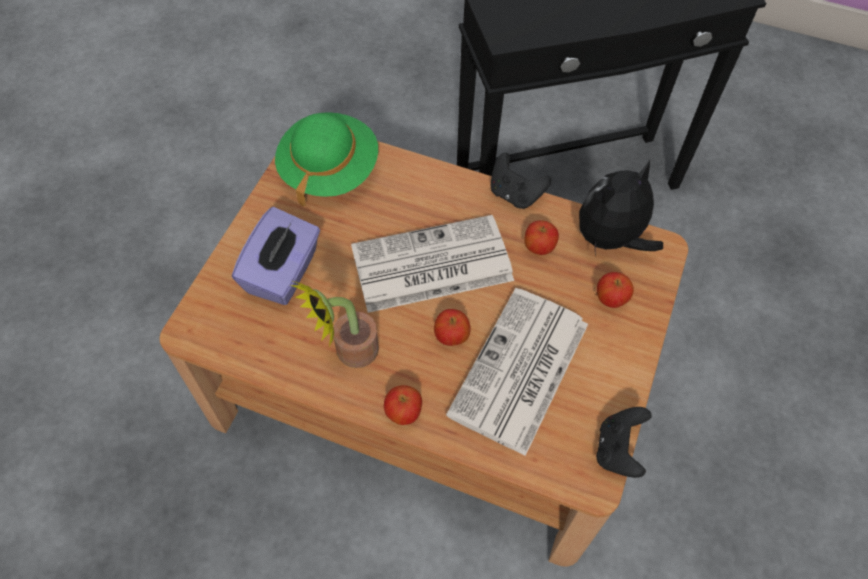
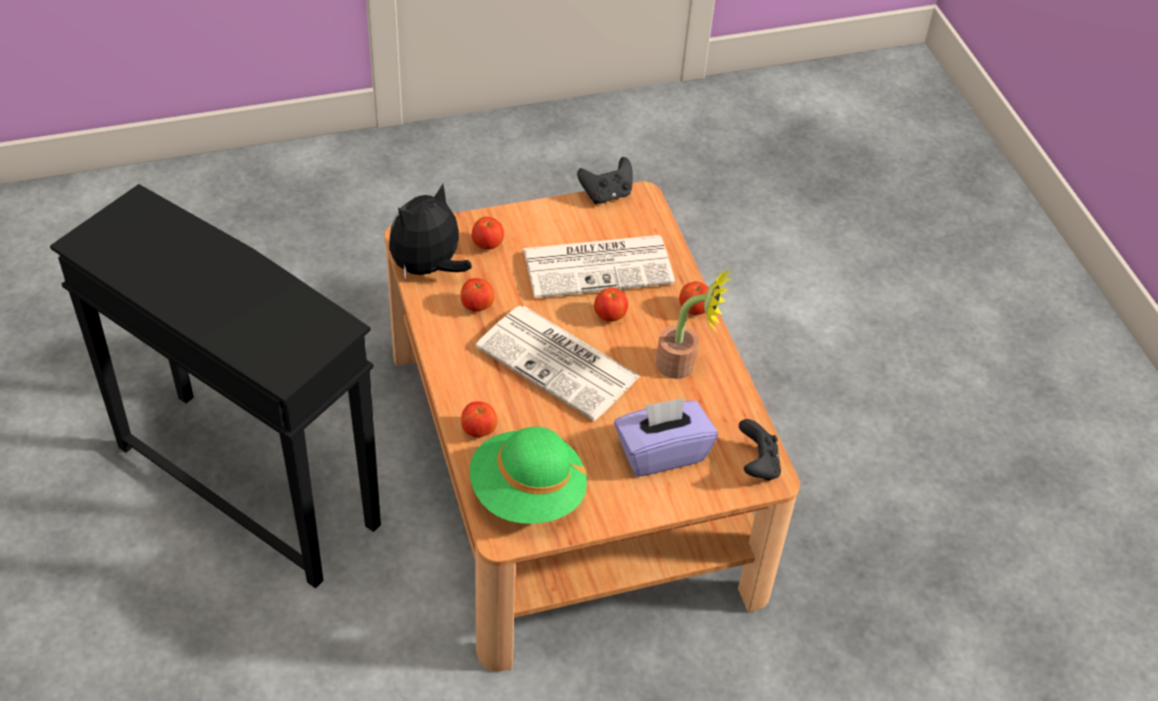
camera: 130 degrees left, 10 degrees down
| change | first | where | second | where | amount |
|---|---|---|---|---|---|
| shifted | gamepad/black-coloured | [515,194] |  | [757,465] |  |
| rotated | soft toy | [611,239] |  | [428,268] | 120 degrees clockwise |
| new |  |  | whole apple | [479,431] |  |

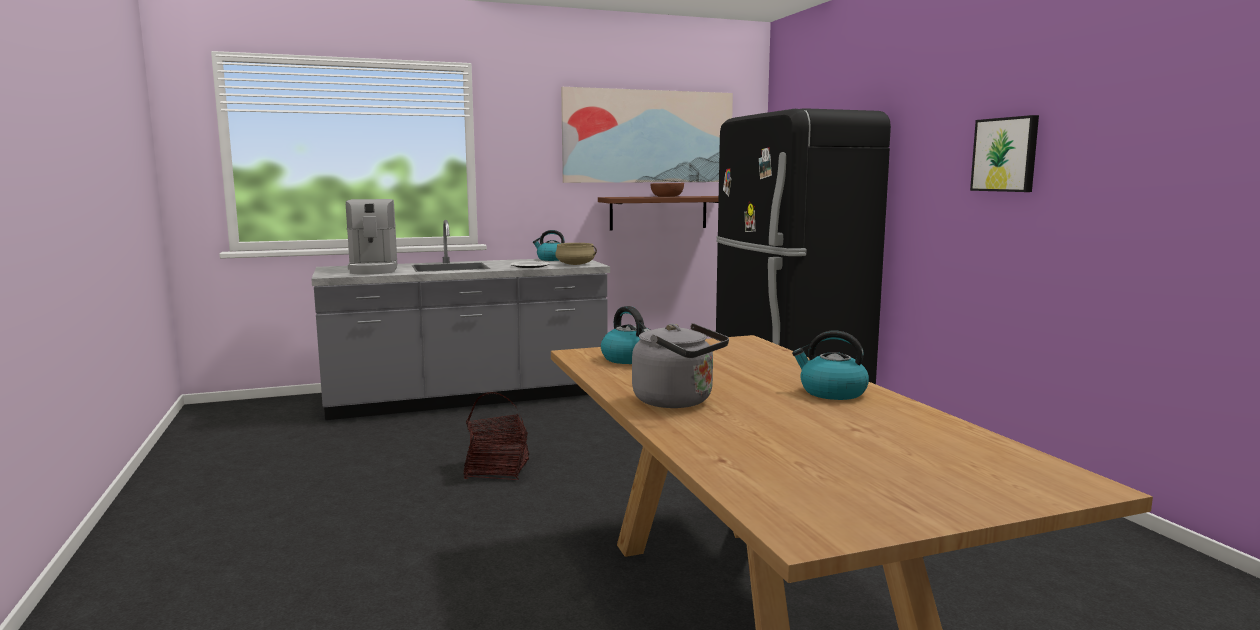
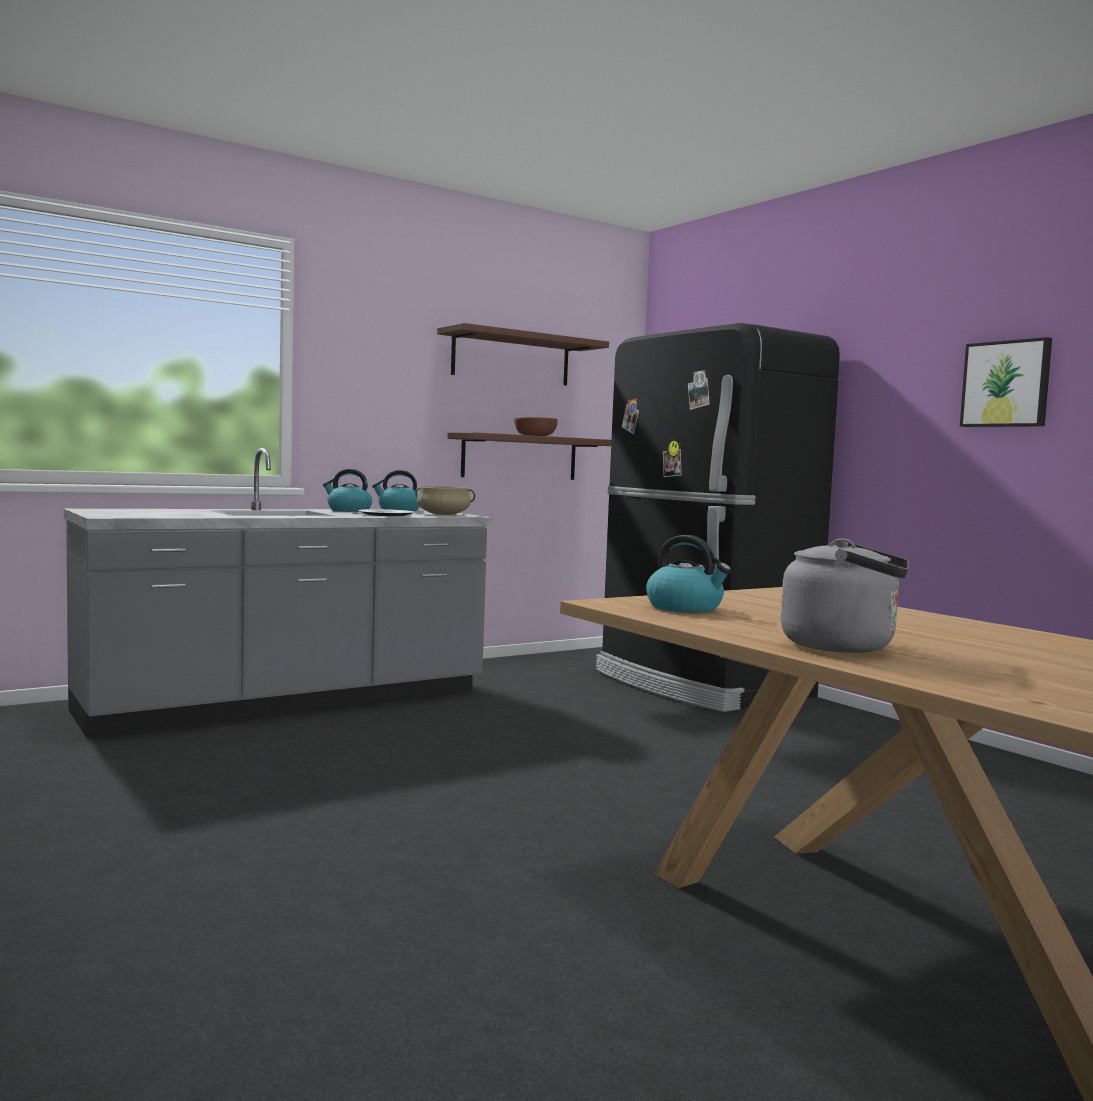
camera: 15 degrees left, 5 degrees down
| change | first | where | second | where | amount |
|---|---|---|---|---|---|
| swapped | wall picture | [649,136] | shelf/brown | [511,358] |  |
| gone | coffee machine | [374,269] |  |  |  |
| shifted | tea kettle | [831,392] |  | [348,510] |  |
| gone | household basket | [497,470] |  |  |  |

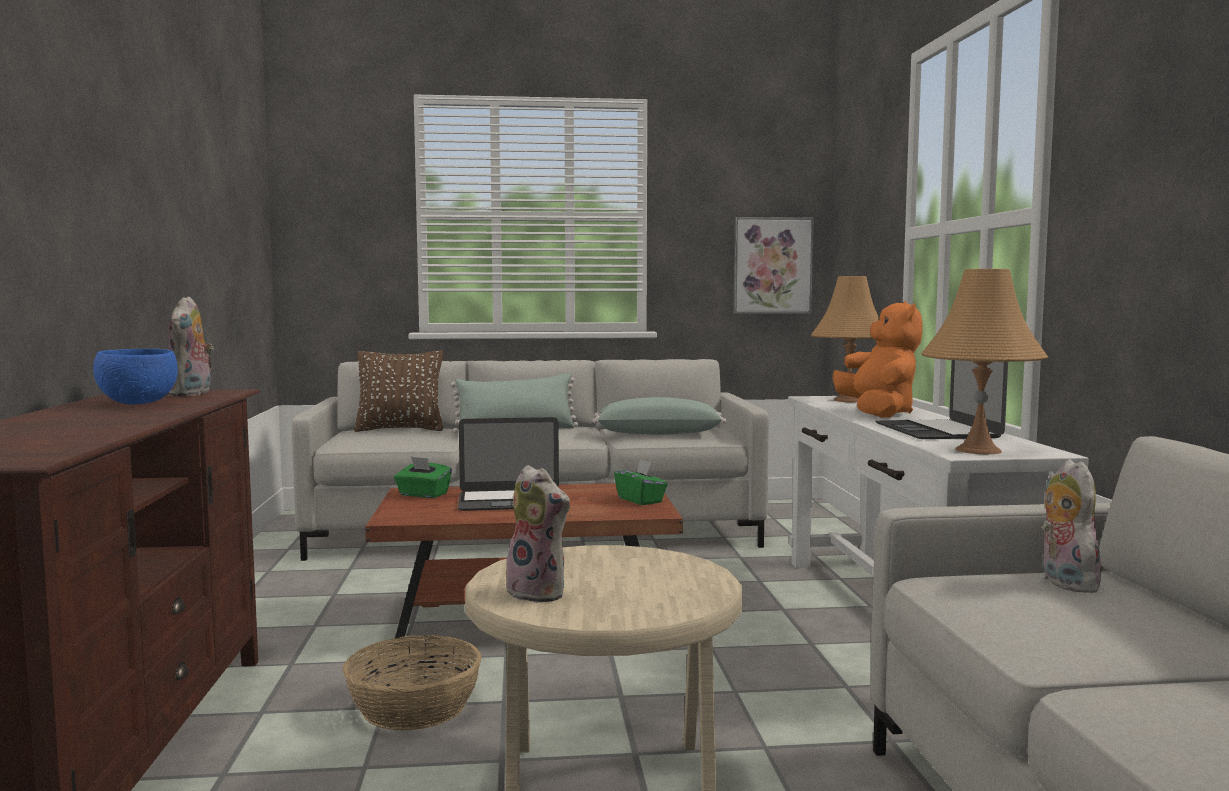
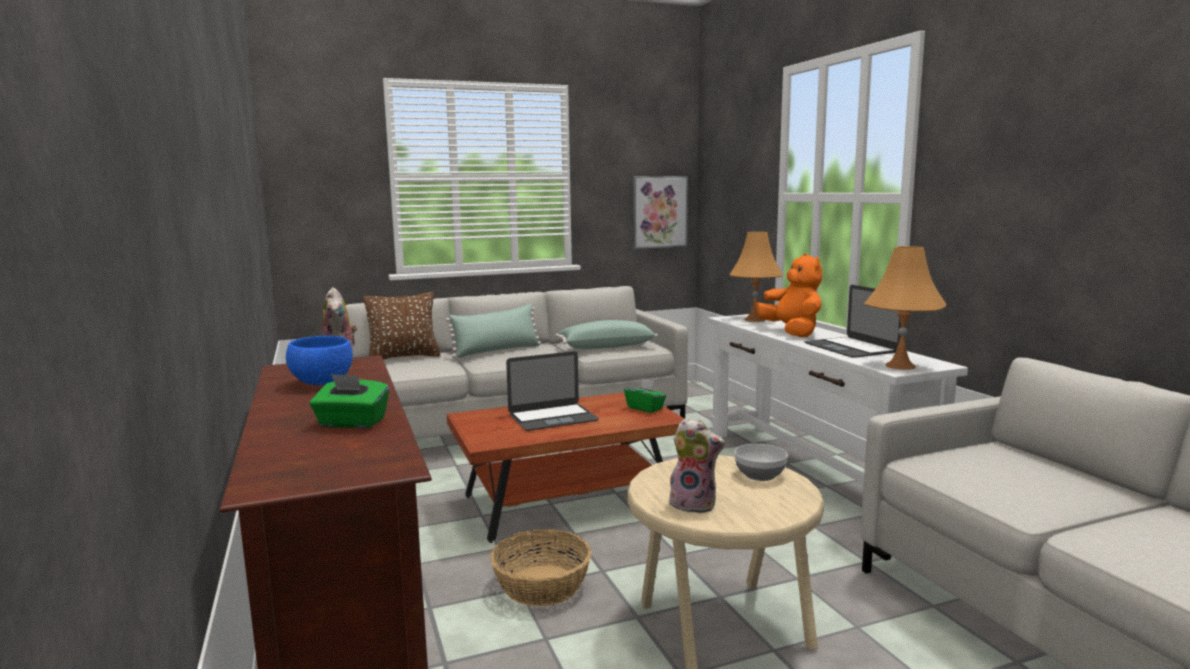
camera: 15 degrees left, 5 degrees up
| change | first | where | second | where | amount |
|---|---|---|---|---|---|
| shifted | tissue holder/greenish | [423,494] |  | [352,423] |  |
| gone | soft toy | [1064,583] |  |  |  |
| new |  |  | deep dish | [759,475] |  |

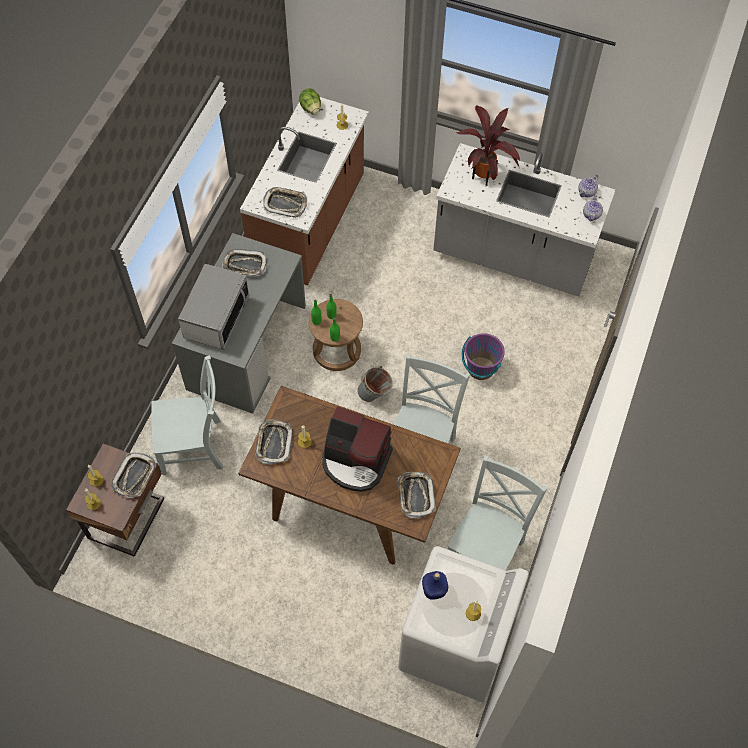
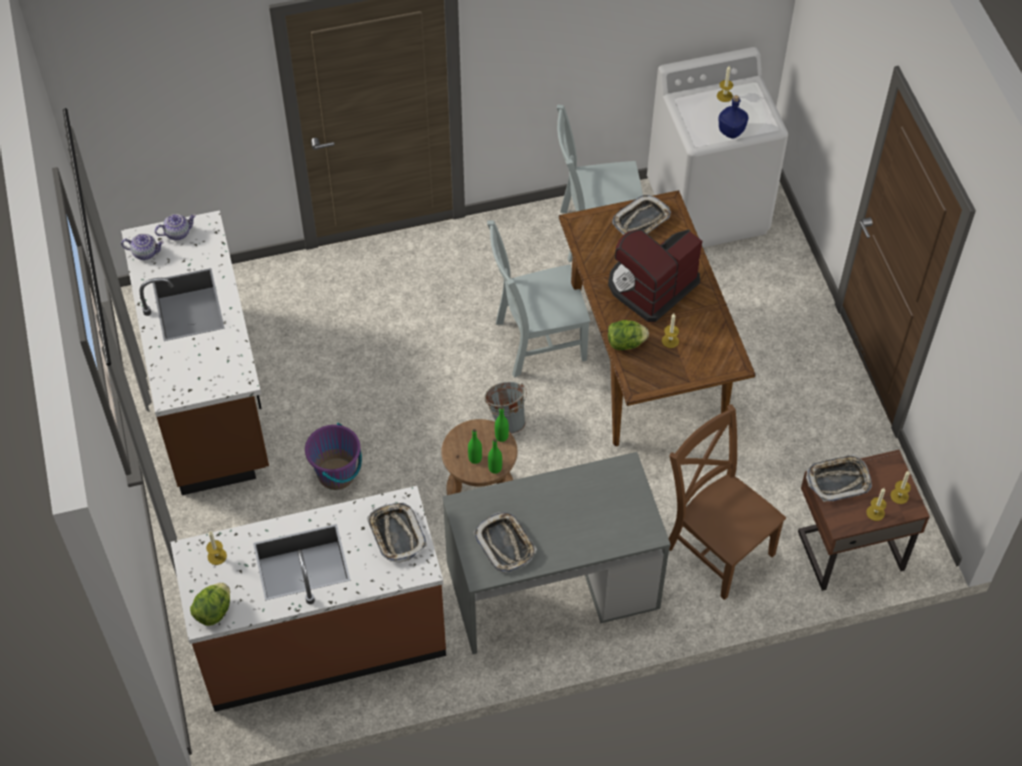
camera: 125 degrees left, 5 degrees down
| change | first | where | second | where | amount |
|---|---|---|---|---|---|
| gone | plant in a pot | [486,176] |  |  |  |
| repainted | kitchen base unit/greyish | [512,258] | kitchen base unit/brown | [210,396] |  |
| gone | microwave oven | [216,317] |  |  |  |
| shifted | bucket/purplish | [480,368] |  | [337,474] |  |
| repainted | upright chair/greyish | [195,447] | upright chair/brown | [717,547] |  |
| rotated | coffee machine | [356,461] |  | [651,286] | 120 degrees counterclockwise |
| gone | carrying tray | [273,443] |  |  |  |
| new |  |  | lettuce | [625,343] |  |

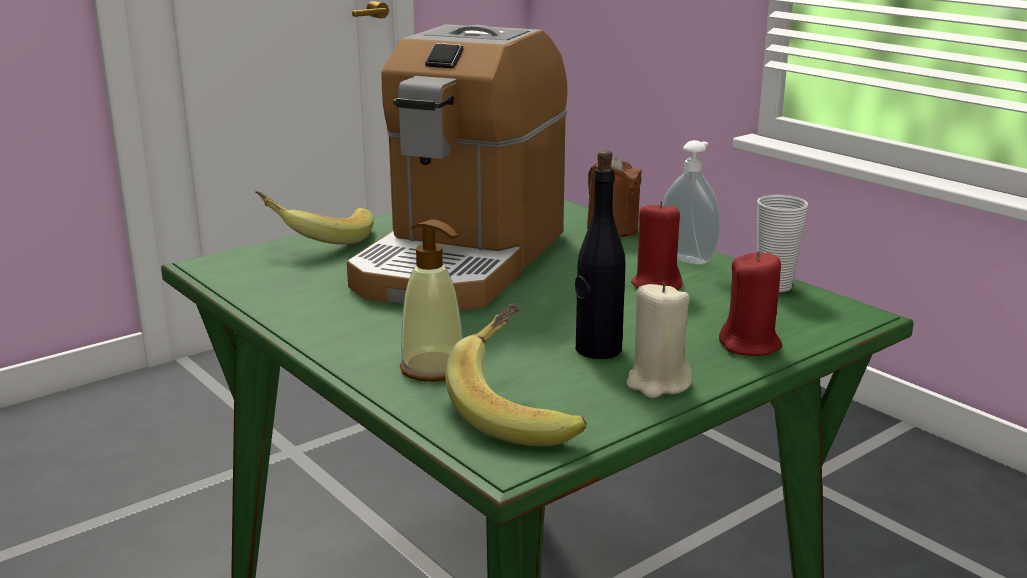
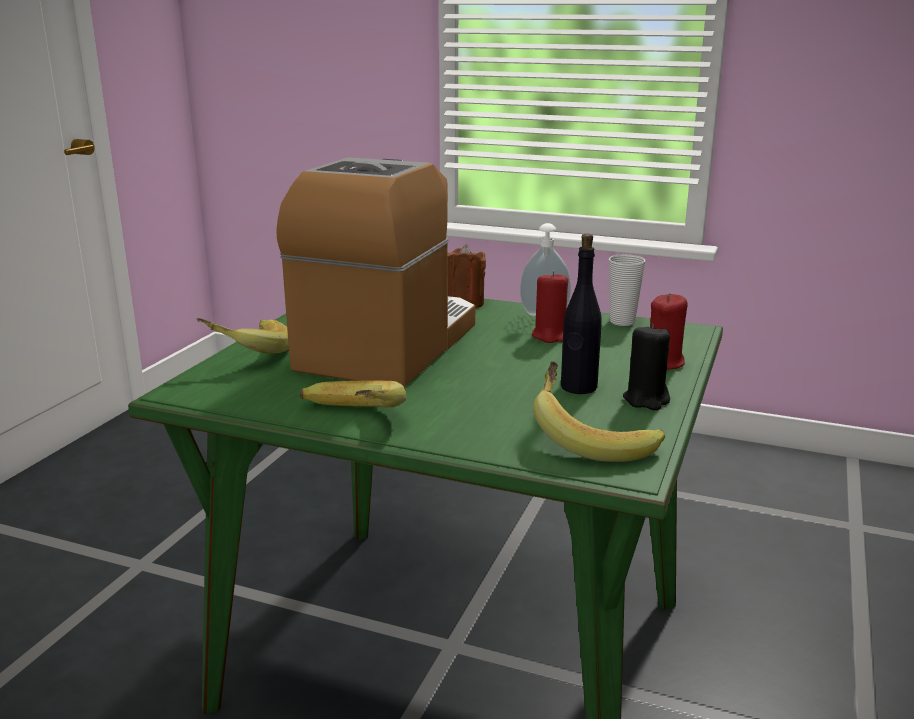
camera: 30 degrees left, 0 degrees up
| change | first | where | second | where | amount |
|---|---|---|---|---|---|
| rotated | coffee machine | [462,260] |  | [389,346] | 150 degrees counterclockwise |
| gone | soap bottle | [433,369] |  |  |  |
| repainted | candle/beige-coloured | [657,383] | candle/black-coloured | [646,400] |  |
| new |  |  | whole banana | [348,423] |  |

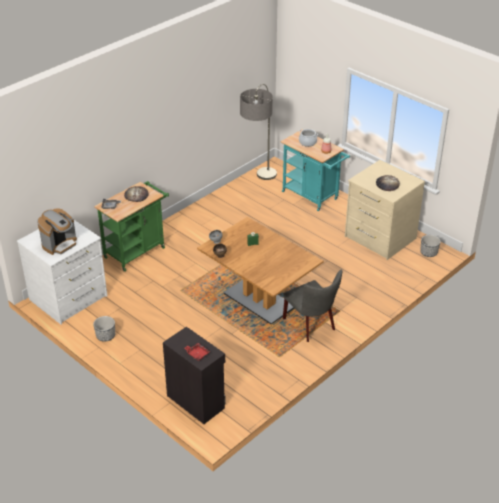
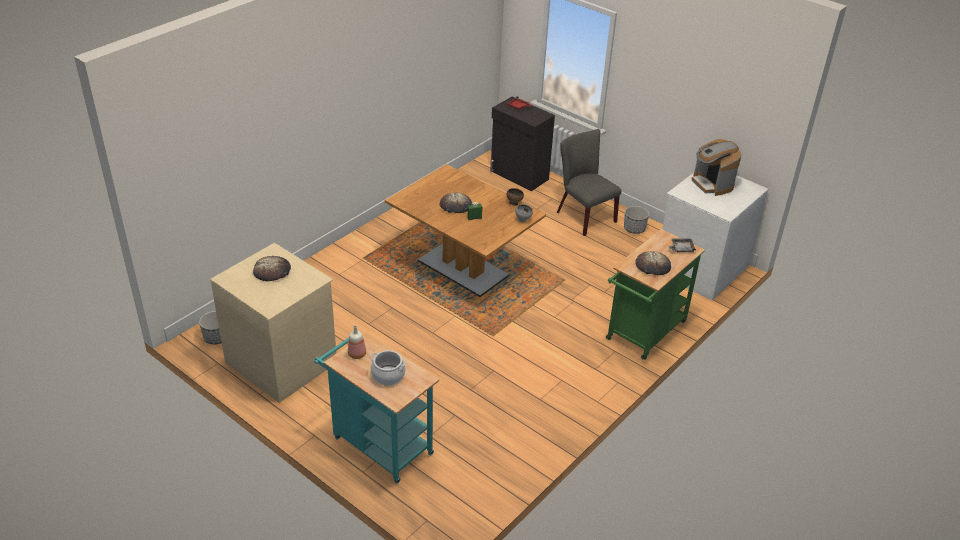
camera: 175 degrees right, 0 degrees up
| change | first | where | second | where | amount |
|---|---|---|---|---|---|
| gone | standard lamp | [259,187] |  |  |  |
| rotated | coffee machine | [60,244] |  | [712,184] | 60 degrees counterclockwise |
| shifted | upright chair/greyish | [311,325] |  | [582,215] |  |
| new |  |  | baked bread | [455,205] |  |

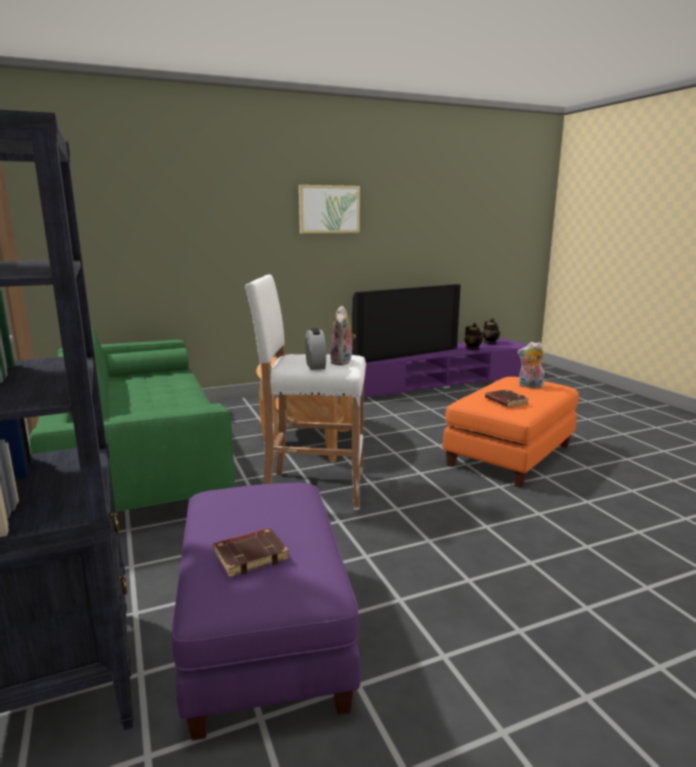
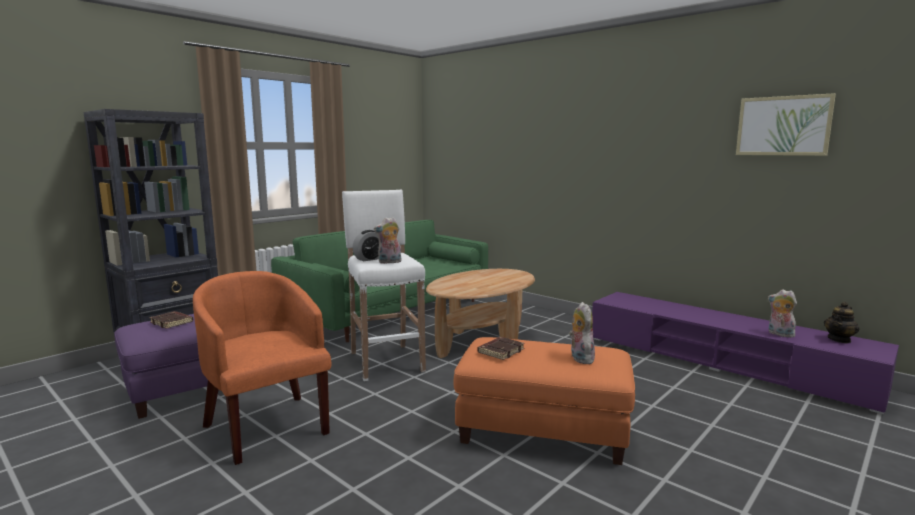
camera: 65 degrees right, 5 degrees down
| change | first | where | second | where | amount |
|---|---|---|---|---|---|
| shifted | wall picture | [329,209] |  | [783,126] |  |
| gone | television | [405,354] |  |  |  |
| swapped | tea pot | [473,349] | soft toy | [779,334] |  |
| new |  |  | lounge chair/orange-coloured | [266,426] |  |

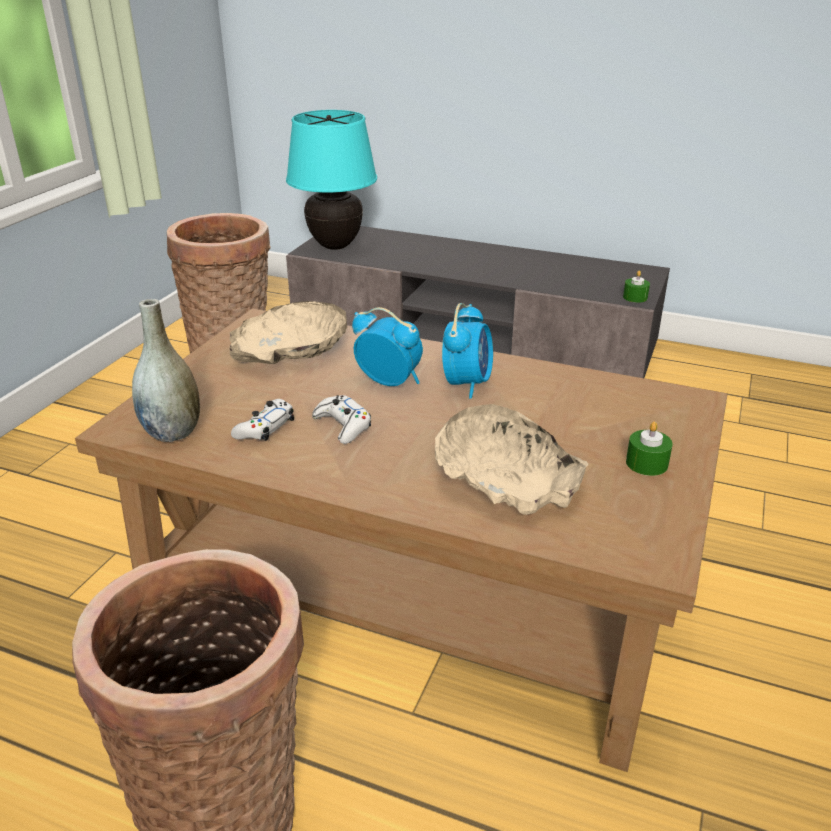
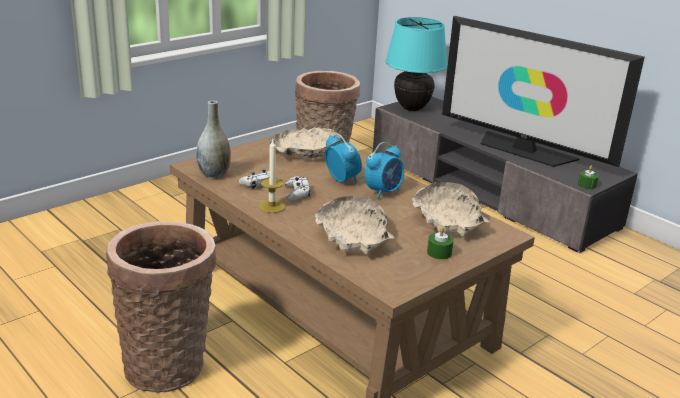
camera: 25 degrees right, 5 degrees down
| change | first | where | second | where | amount |
|---|---|---|---|---|---|
| new |  |  | television | [524,150] |  |
| new |  |  | candle | [272,206] |  |
| new |  |  | deep dish/beige-coloured | [448,221] |  |

